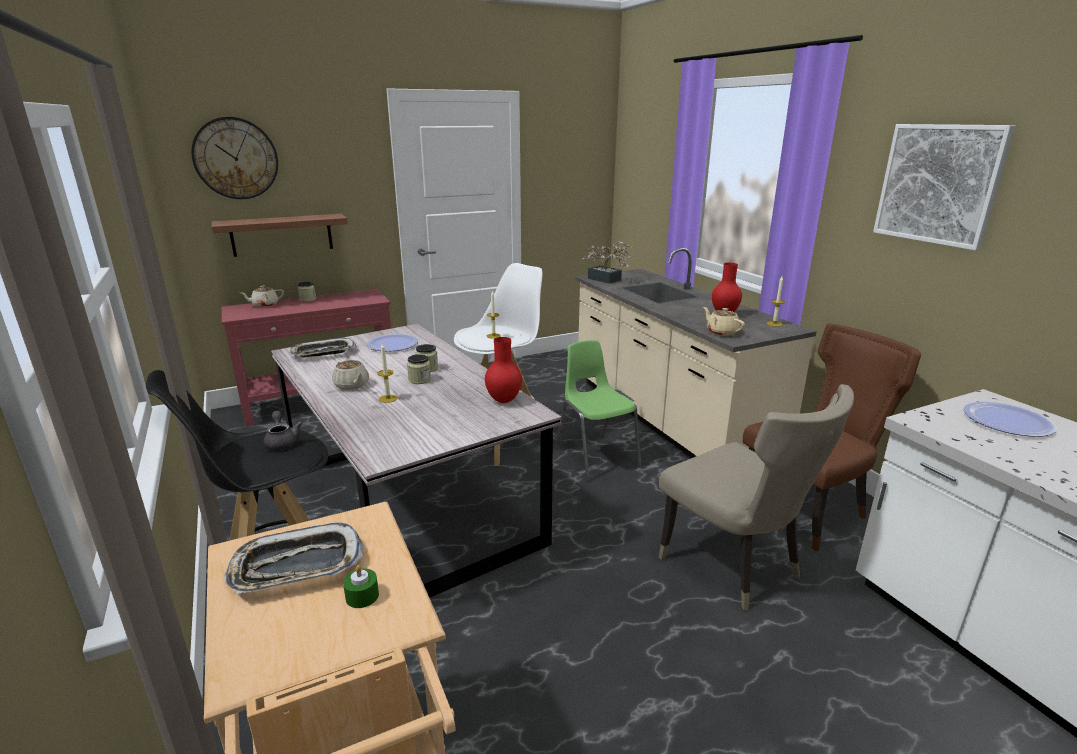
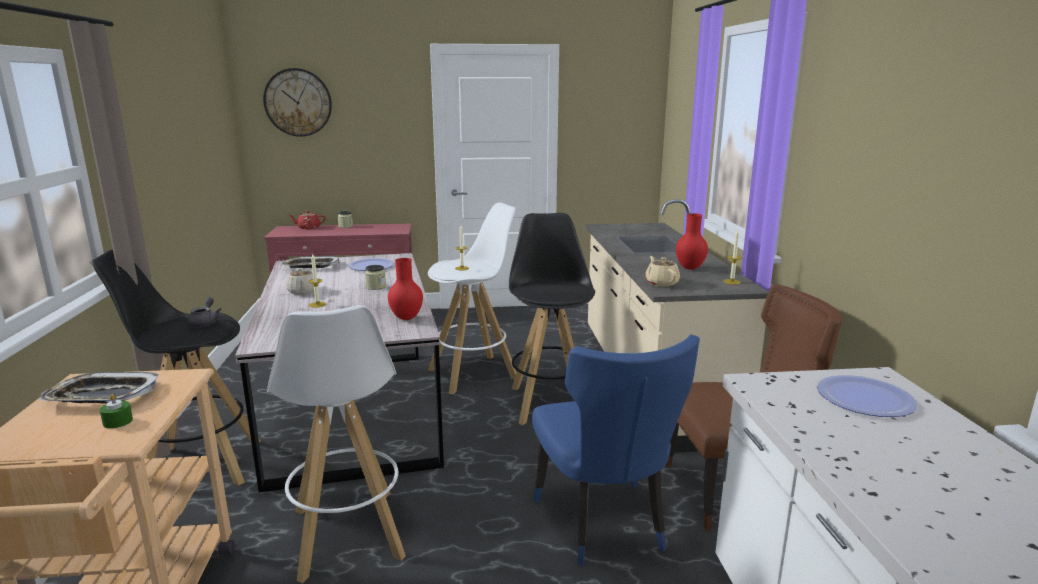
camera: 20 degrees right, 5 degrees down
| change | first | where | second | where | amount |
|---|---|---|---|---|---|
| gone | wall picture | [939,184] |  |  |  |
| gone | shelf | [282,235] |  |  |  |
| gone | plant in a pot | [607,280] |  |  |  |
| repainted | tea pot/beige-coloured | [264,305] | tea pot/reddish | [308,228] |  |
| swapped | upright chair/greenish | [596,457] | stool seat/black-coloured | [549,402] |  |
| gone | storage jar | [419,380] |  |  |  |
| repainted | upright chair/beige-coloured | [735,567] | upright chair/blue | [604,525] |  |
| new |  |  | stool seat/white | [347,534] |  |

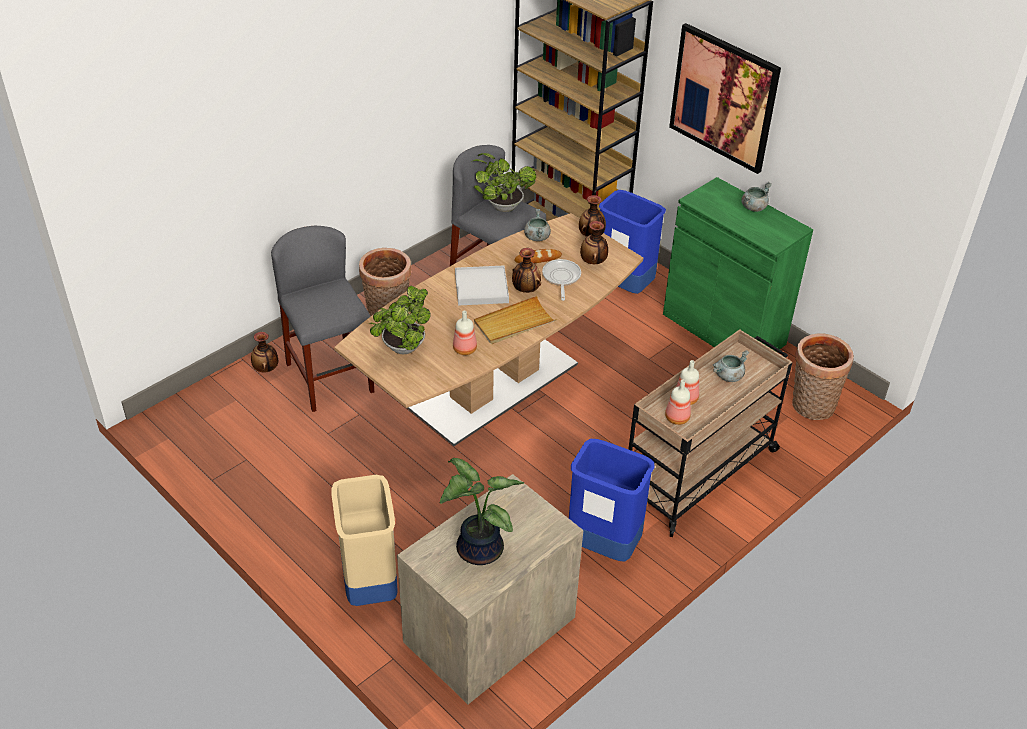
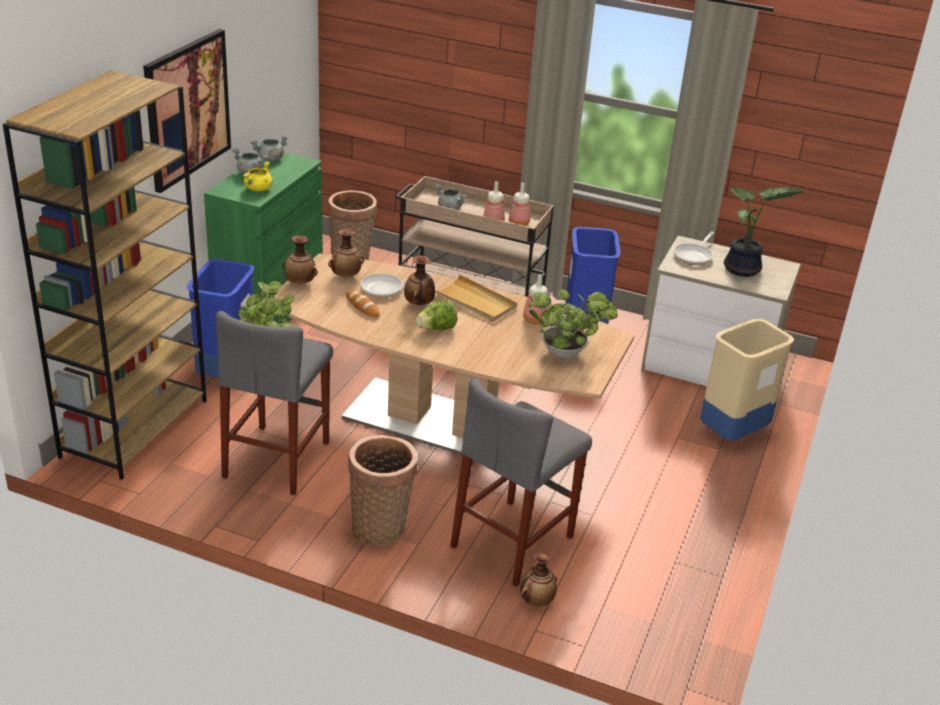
camera: 115 degrees left, 10 degrees down
| change | first | where | second | where | amount |
|---|---|---|---|---|---|
| shifted | cooking pot/greyish | [537,237] |  | [270,159] |  |
| swapped | carrying tray/white | [481,288] | lettuce | [436,329] |  |
| new |  |  | cooking pot/yellowish | [258,189] |  |
| new |  |  | pan | [694,256] |  |

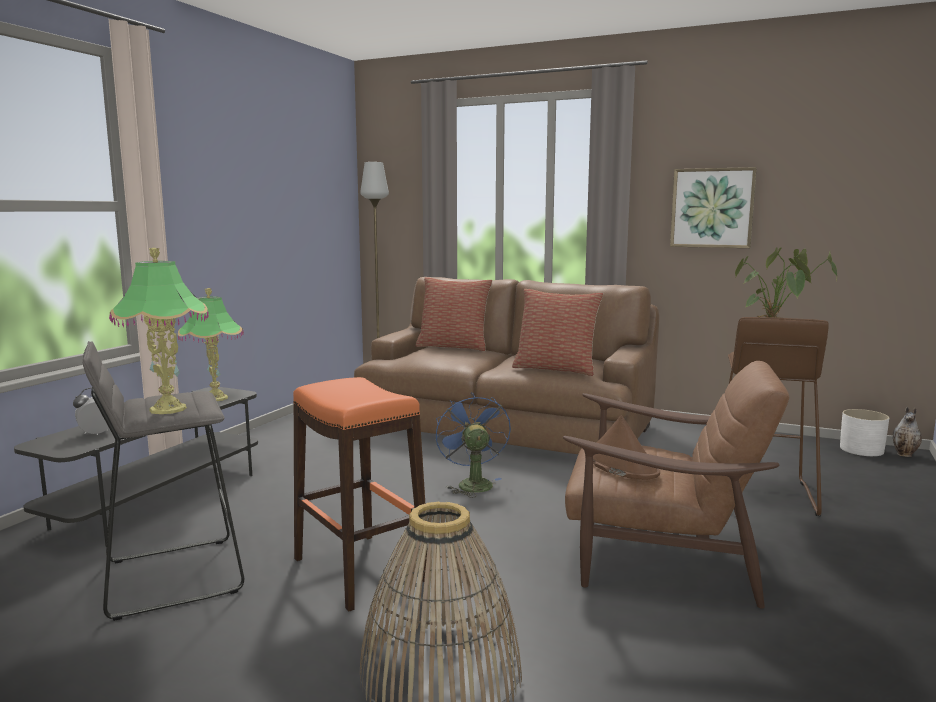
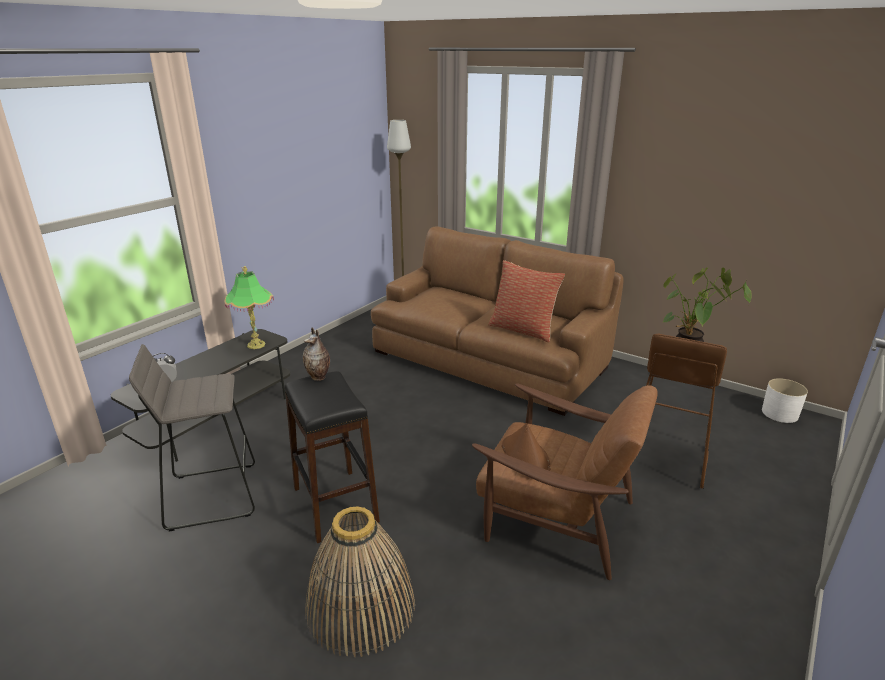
camera: 10 degrees right, 15 degrees up
| change | first | where | second | where | amount |
|---|---|---|---|---|---|
| gone | wall picture | [712,208] |  |  |  |
| gone | tabletop lamp | [168,409] |  |  |  |
| gone | throw pillow | [453,347] |  |  |  |
| repainted | stool seat/orange-coloured | [359,570] | stool seat/black-coloured | [334,504] |  |
| gone | fan/blue | [472,483] |  |  |  |
| shifted | decorative vase | [905,454] |  | [319,377] |  |

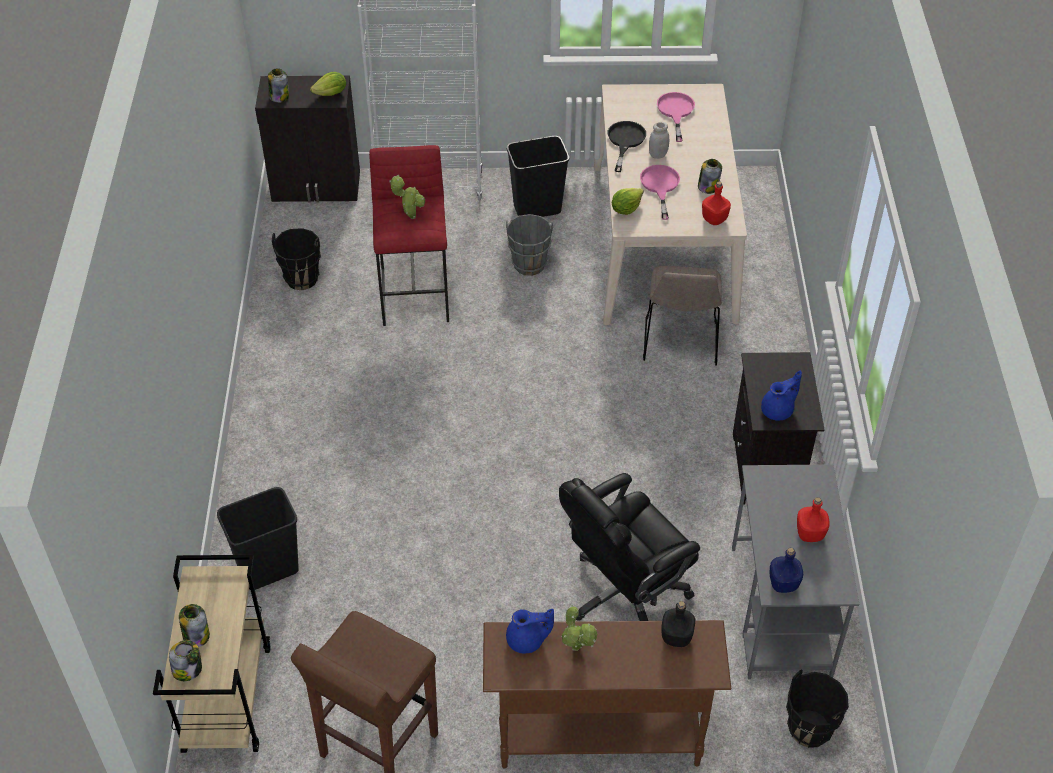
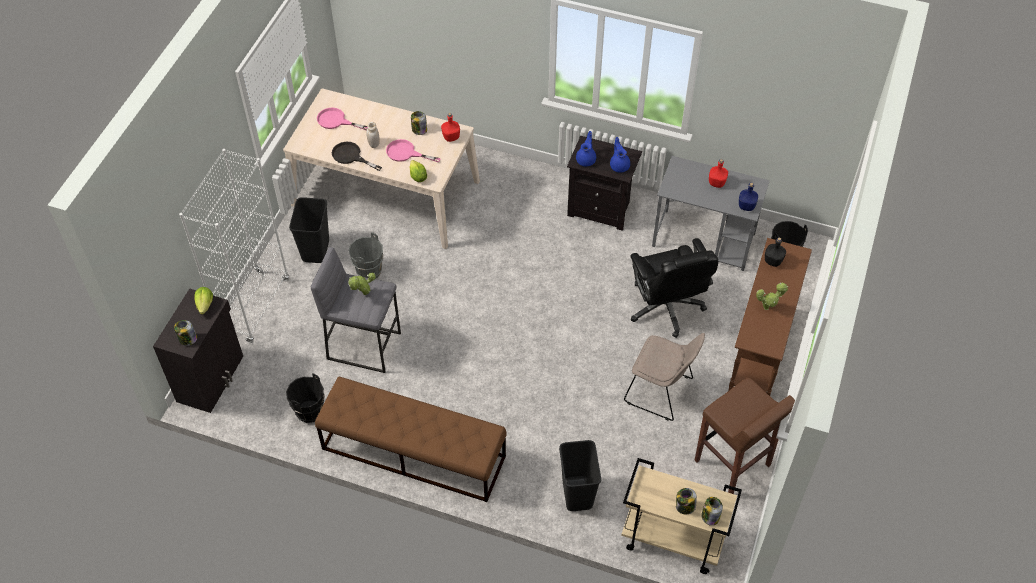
camera: 70 degrees left, 5 degrees up
| change | first | where | second | where | amount |
|---|---|---|---|---|---|
| repainted | stool seat/reddish | [416,295] | stool seat/greyish | [364,345] |  |
| shifted | upright chair/beige-coloured | [680,342] |  | [661,391] |  |
| shifted | tea pot/blue | [527,640] |  | [586,159] |  |
| new |  |  | bench/brown | [413,452] |  |

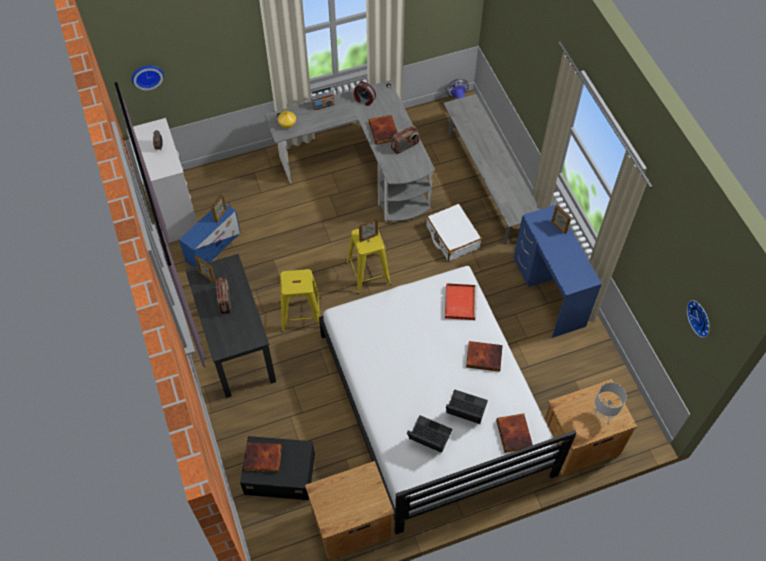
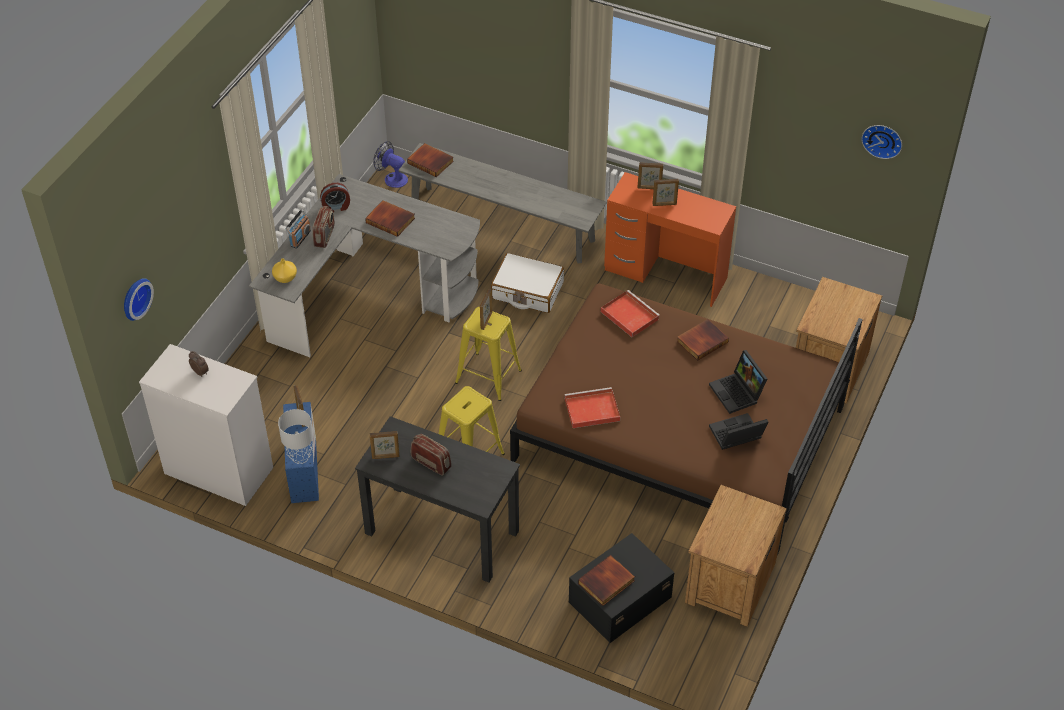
camera: 45 degrees left, 10 degrees down
| change | first | where | second | where | amount |
|---|---|---|---|---|---|
| shifted | radio receiver | [405,146] |  | [324,236] |  |
| repainted | desk table/blue | [549,293] | desk table/orange-coloured | [666,274] |  |
| repainted | sleeping bed/white | [434,403] | sleeping bed/brown | [679,434] |  |
| shifted | tabletop lamp/greyish | [603,414] |  | [300,457] |  |
| rotated | notebook computer | [464,410] |  | [738,393] | 90 degrees counterclockwise |
| shifted | book | [515,434] |  | [431,162] |  |
| new |  |  | standing frame | [664,204] |  |
| new |  |  | carrying tray/reddish | [591,410] |  |

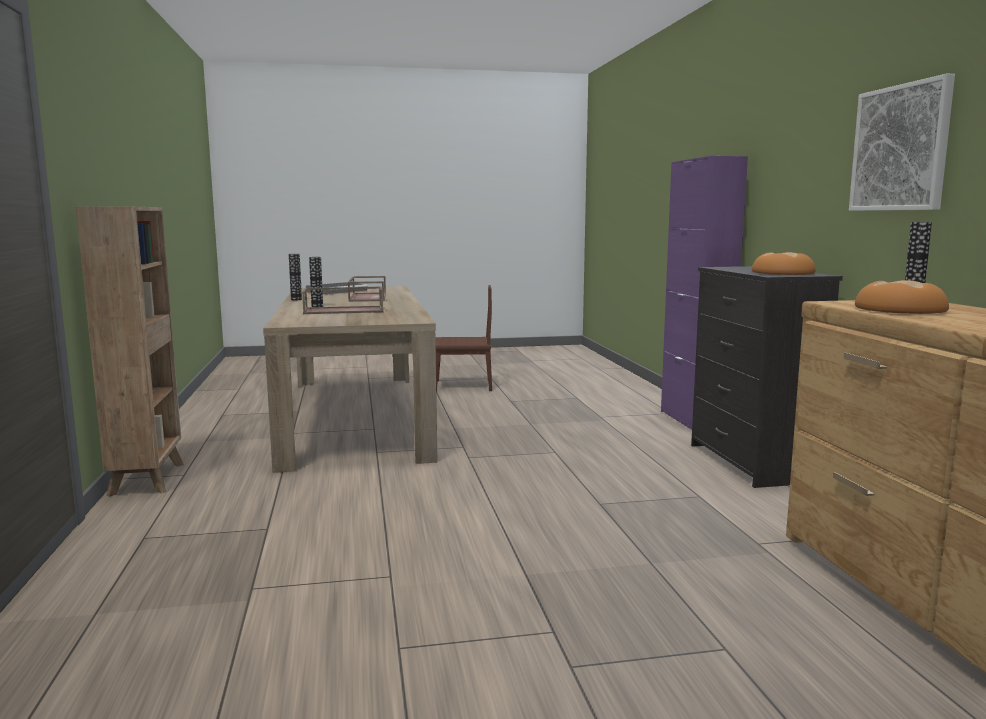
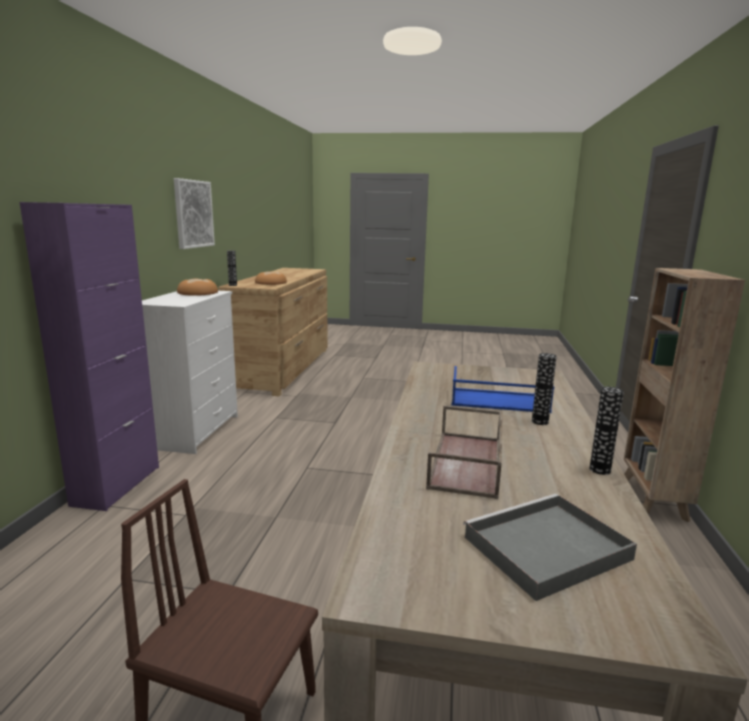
camera: 160 degrees left, 5 degrees up
| change | first | where | second | where | amount |
|---|---|---|---|---|---|
| repainted | chest of drawers/black-coloured | [751,463] | chest of drawers/white | [196,431] |  |
| repainted | carrying tray/brown | [344,310] | carrying tray/blue | [498,401] |  |

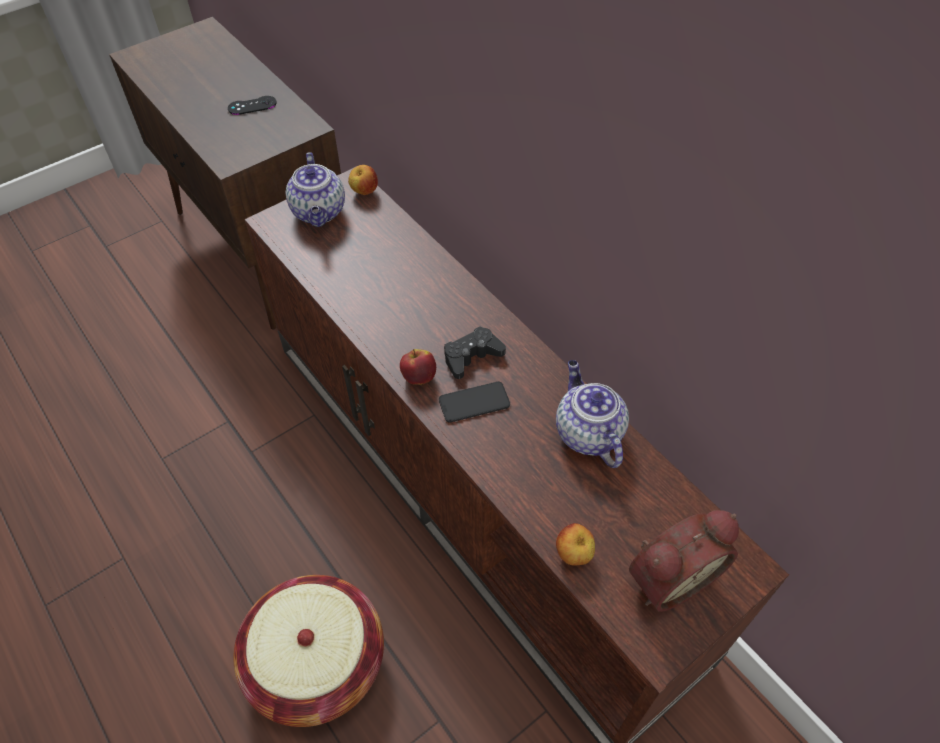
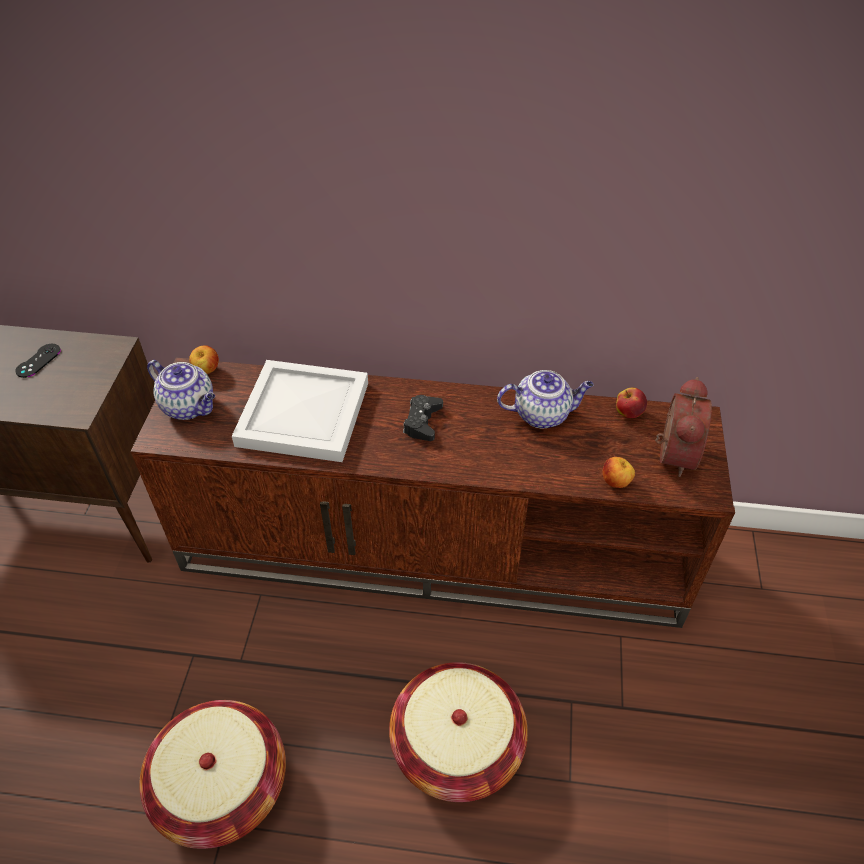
camera: 45 degrees left, 5 degrees down
| change | first | where | second | where | amount |
|---|---|---|---|---|---|
| shifted | whole apple | [419,377] |  | [628,413] |  |
| rotated | tea pot | [587,433] |  | [542,414] | 150 degrees clockwise |
| gone | handset | [474,402] |  |  |  |
| new |  |  | carrying tray/white | [301,415] |  |
| new |  |  | household basket | [222,785] |  |

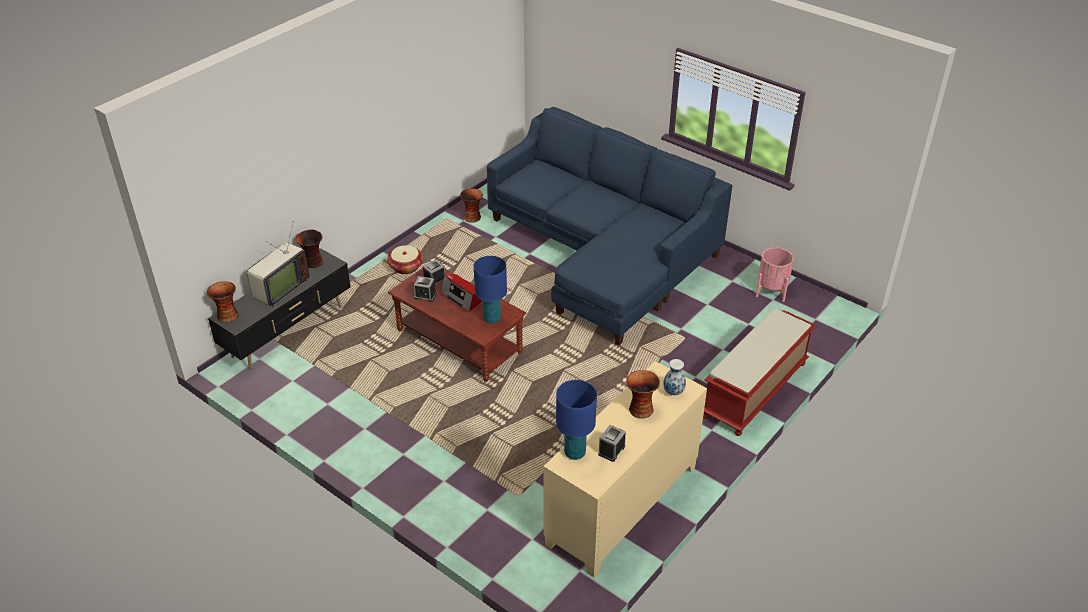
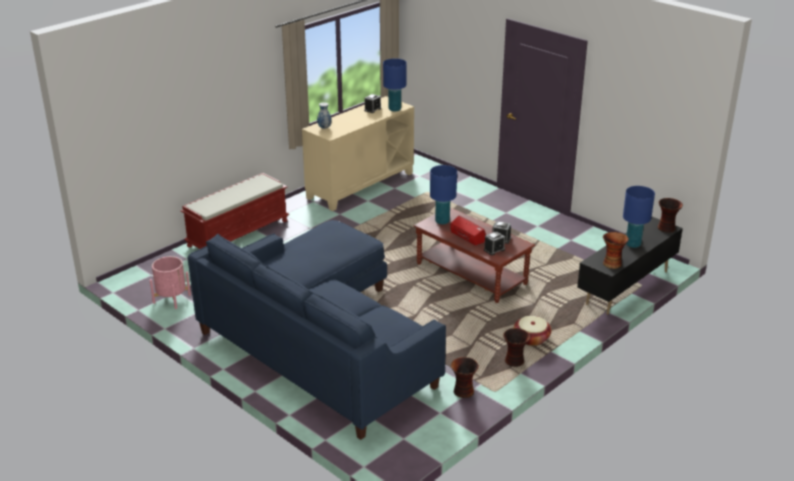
camera: 175 degrees left, 10 degrees down
| change | first | where | second | where | amount |
|---|---|---|---|---|---|
| swapped | television | [279,289] | tabletop lamp/blue | [633,244] |  |
| shifted | decorative vase | [640,409] |  | [515,361] |  |

